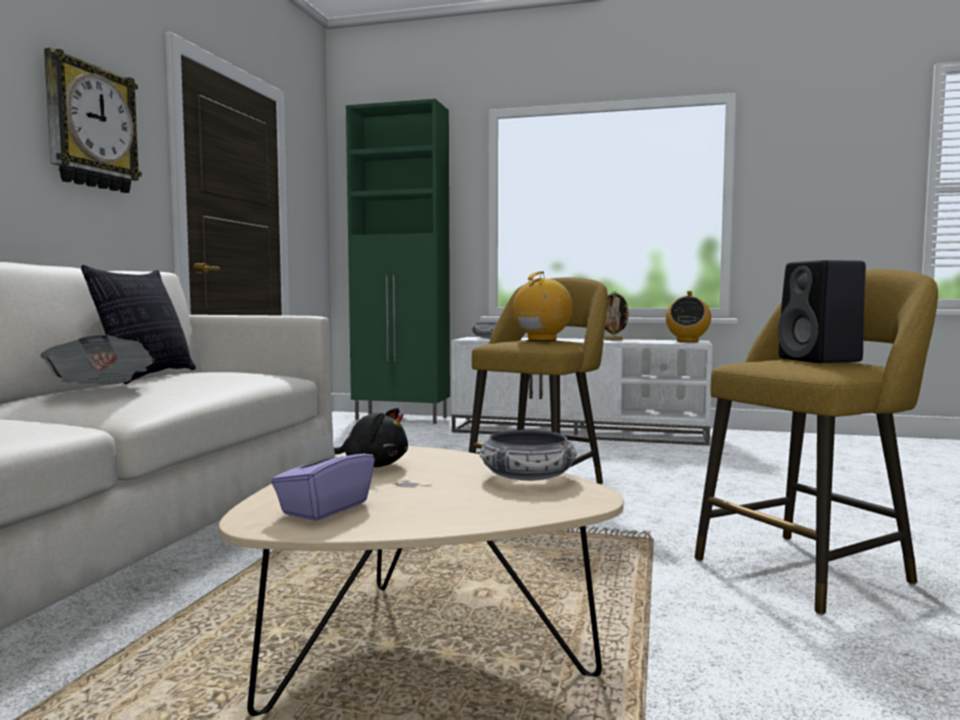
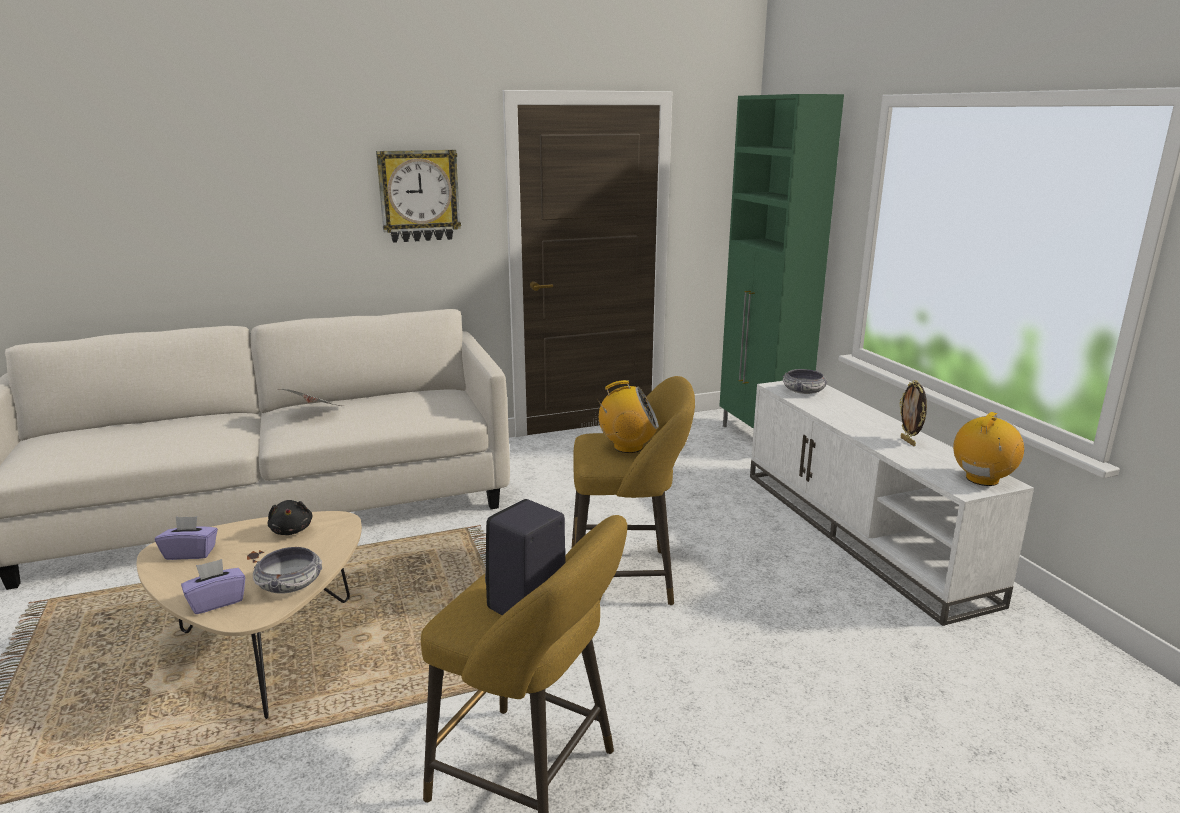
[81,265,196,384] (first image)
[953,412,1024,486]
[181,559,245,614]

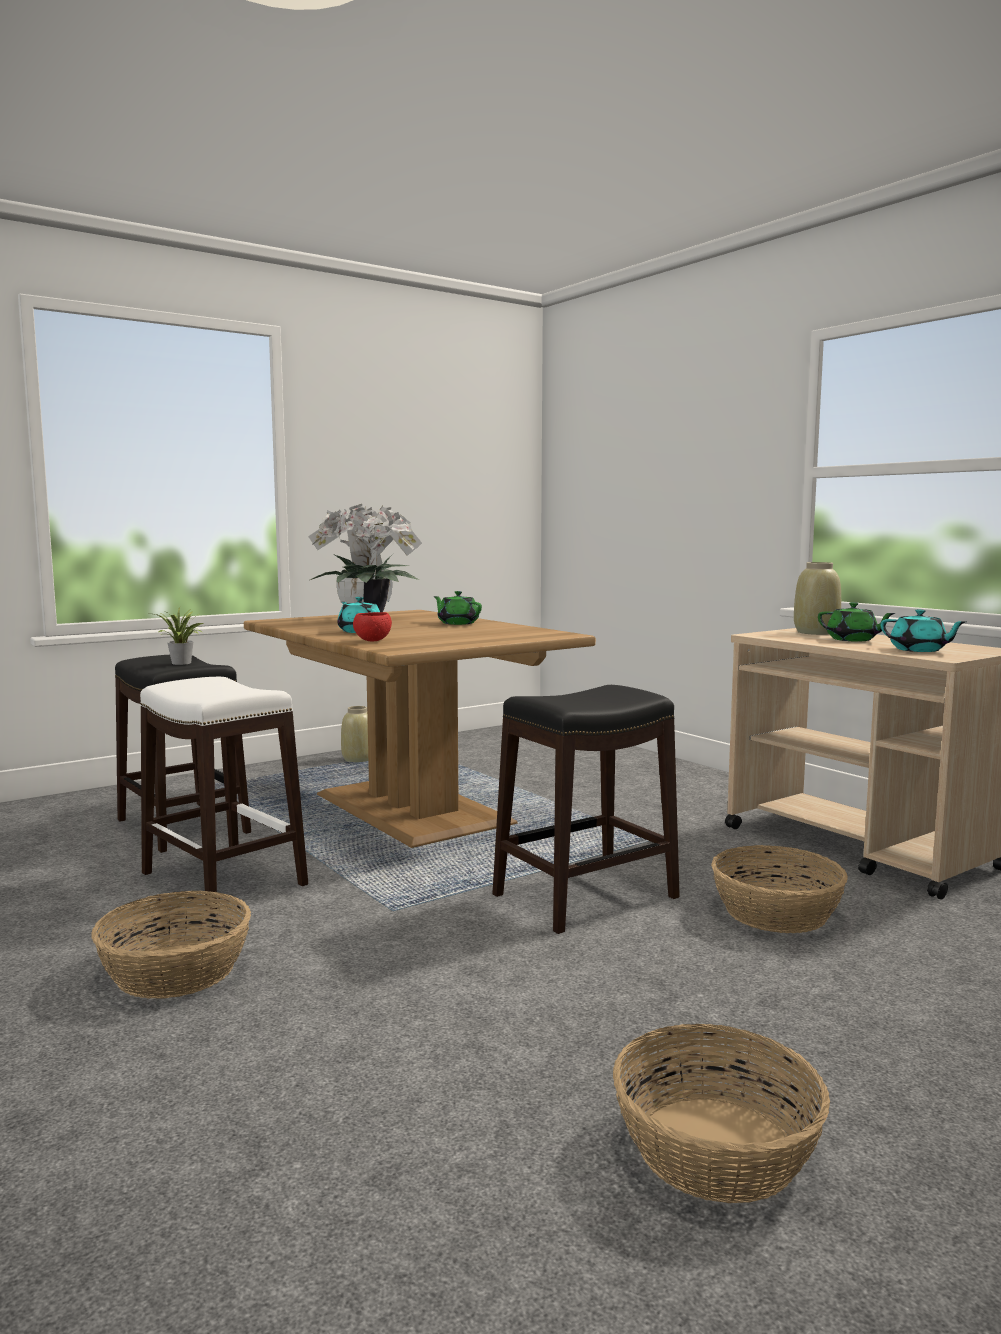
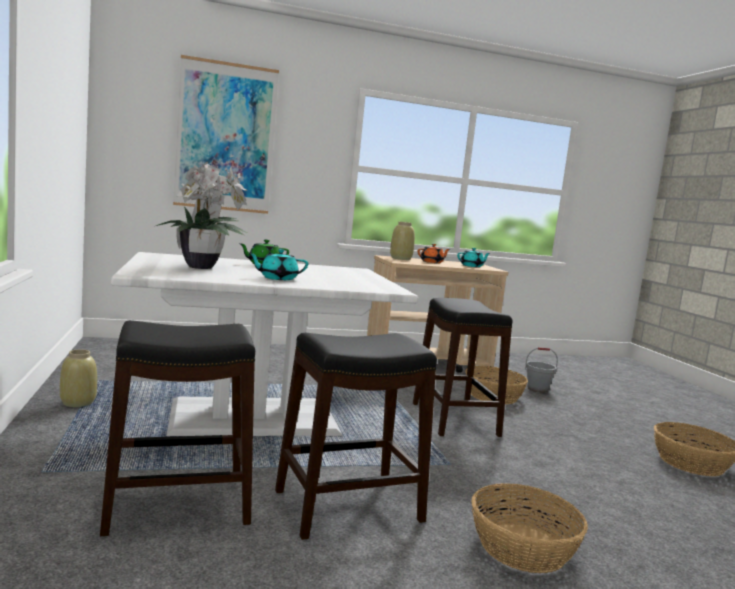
[417,244,450,263]
[155,607,204,665] (first image)
[111,252,418,436]
[353,612,392,641] (first image)
[275,333,437,540]
[173,55,279,214]
[525,347,558,393]

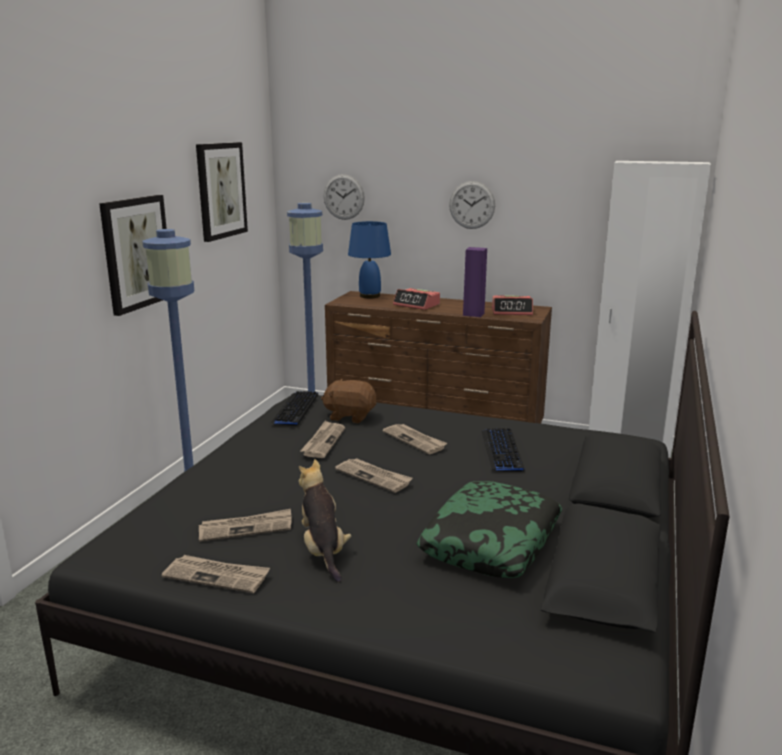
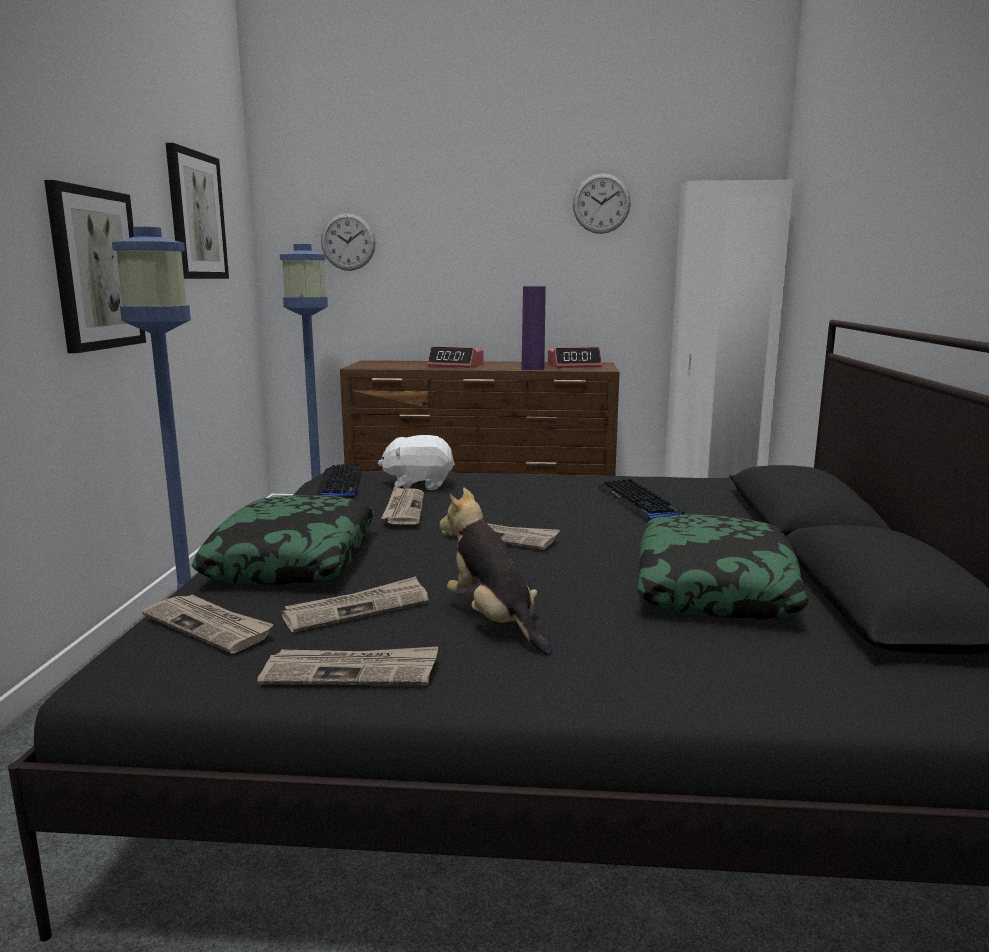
[573,173,631,234]
[348,221,391,299] (first image)
[378,435,455,490]
[142,594,274,653]
[191,495,374,585]

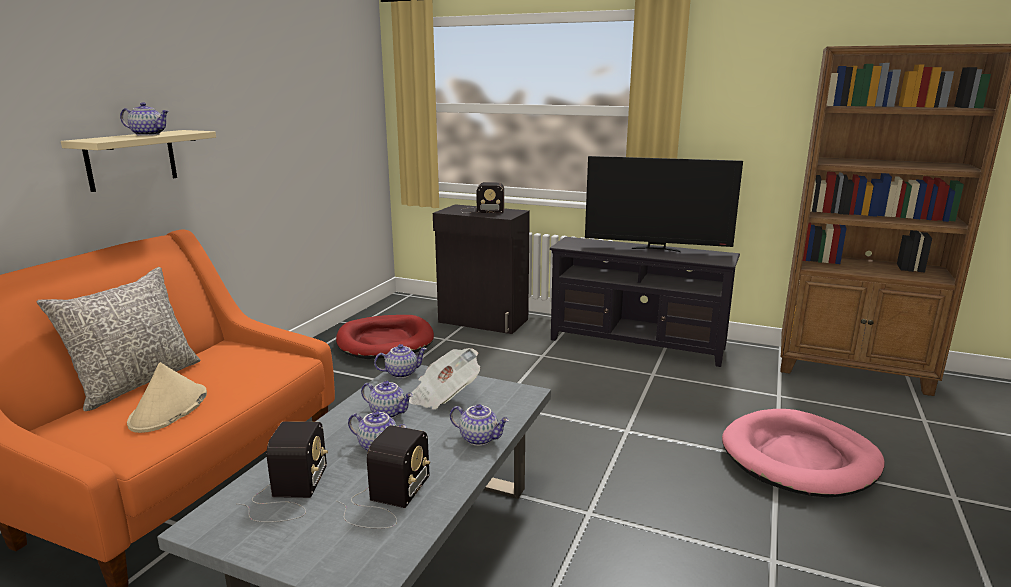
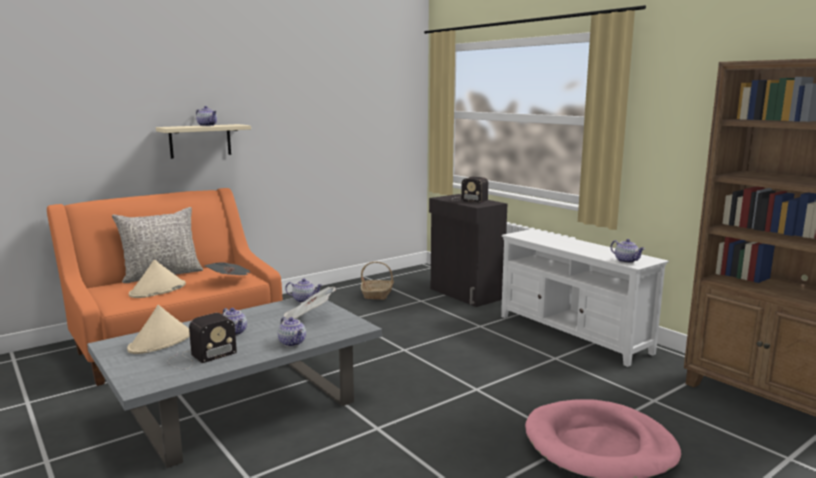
[585,156,743,252] (first image)
[501,229,669,367]
[361,262,394,300]
[611,239,645,263]
[127,305,190,354]
[204,263,250,275]

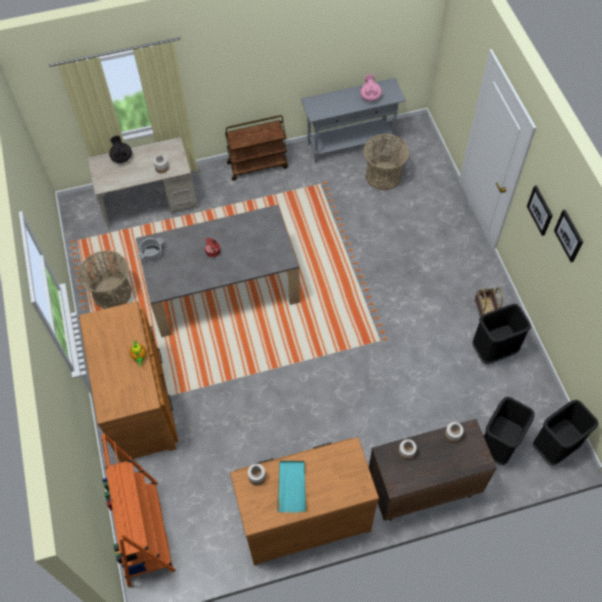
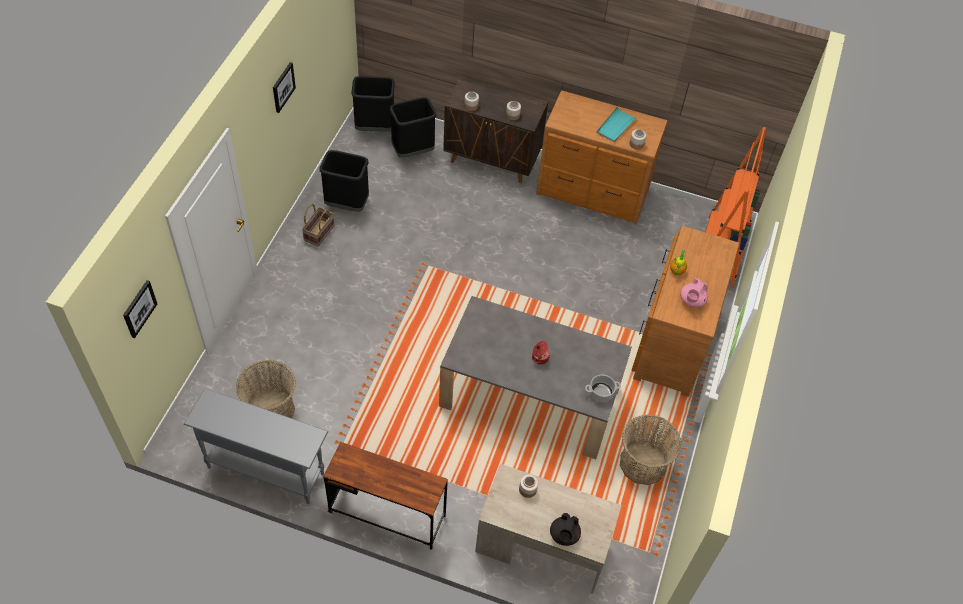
[680,278,708,307]
[323,442,448,550]
[123,280,158,338]

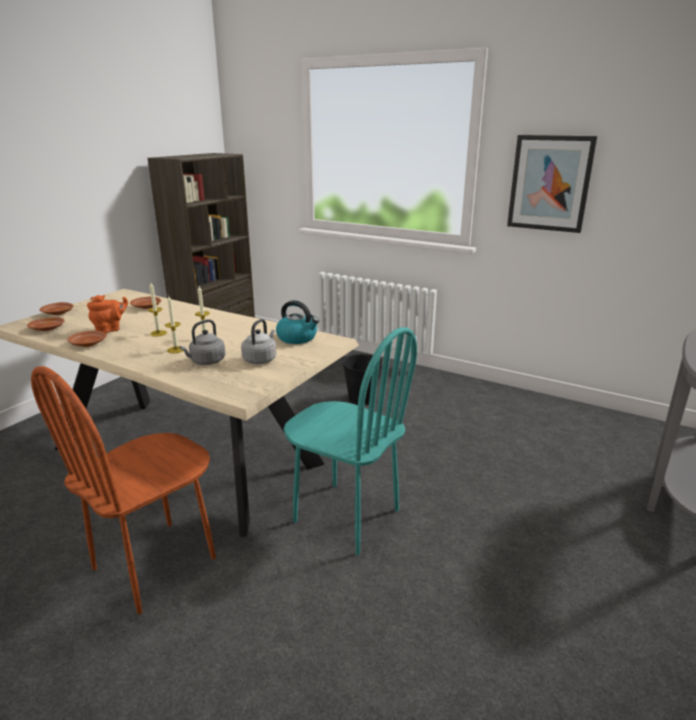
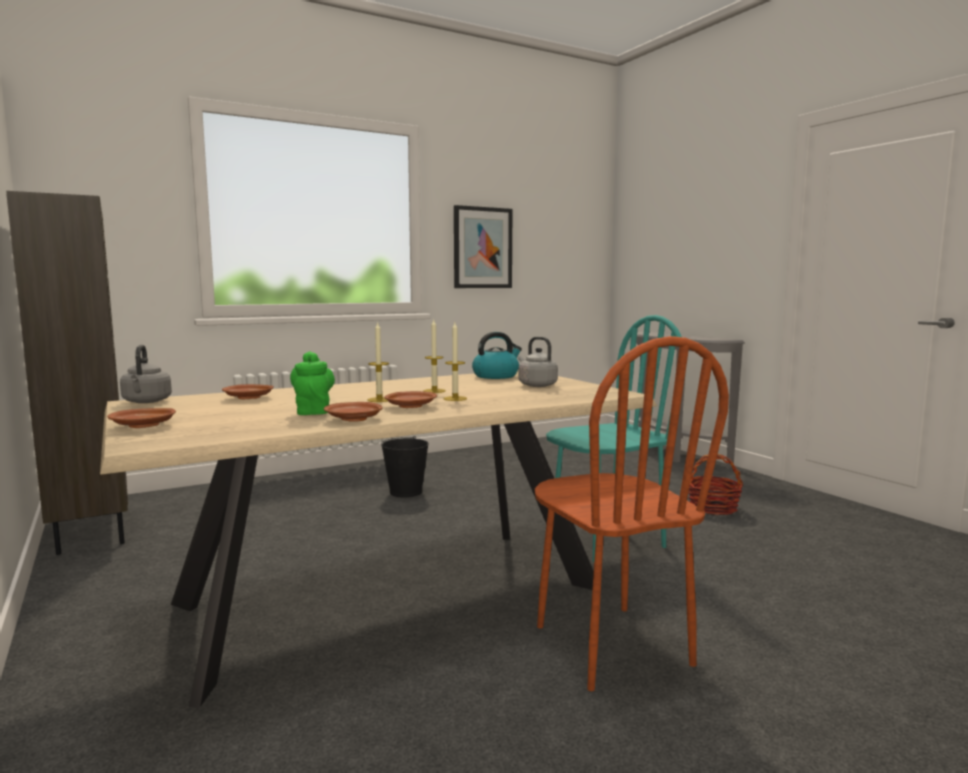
[290,351,335,415]
[384,391,437,408]
[120,345,172,403]
[688,454,744,515]

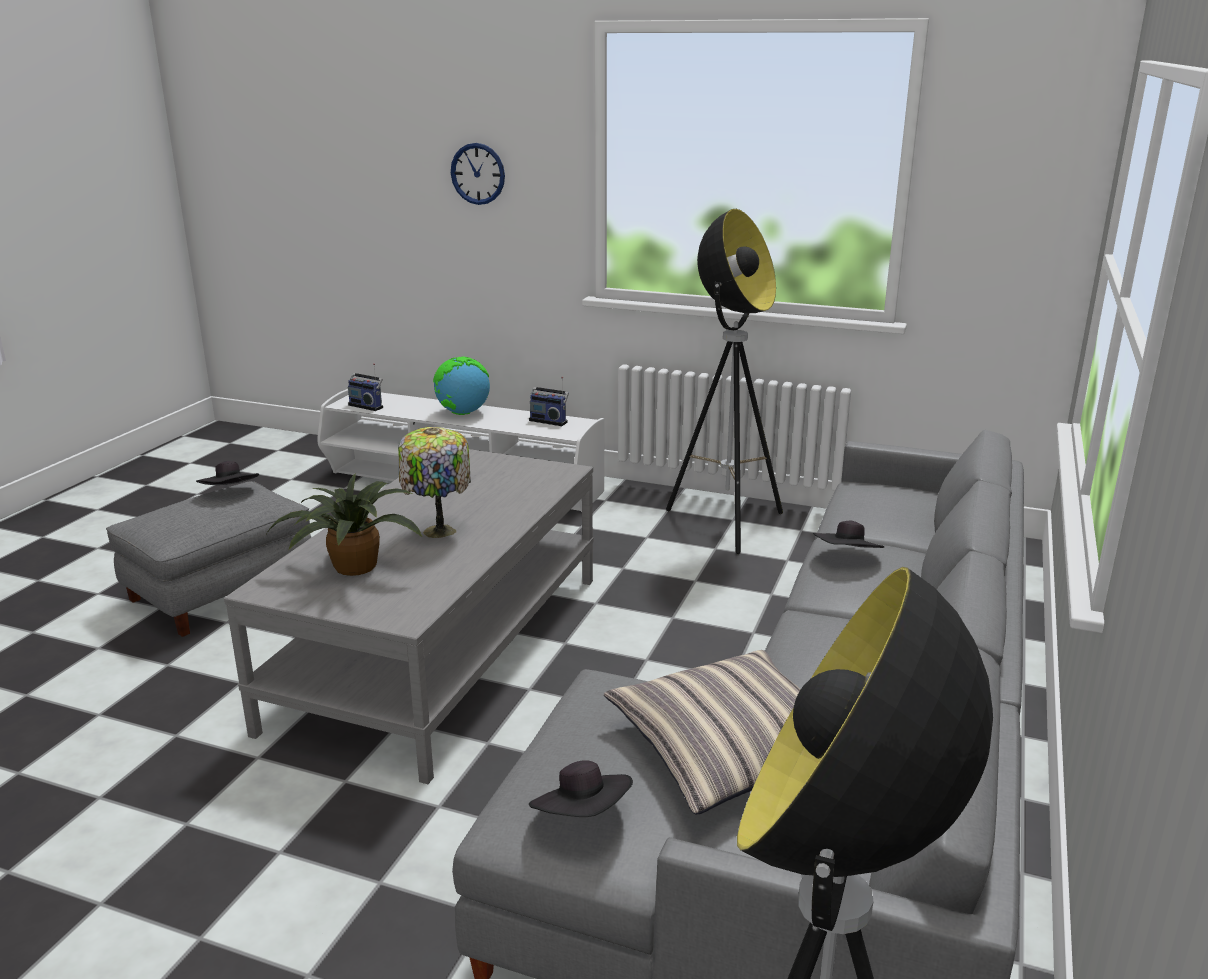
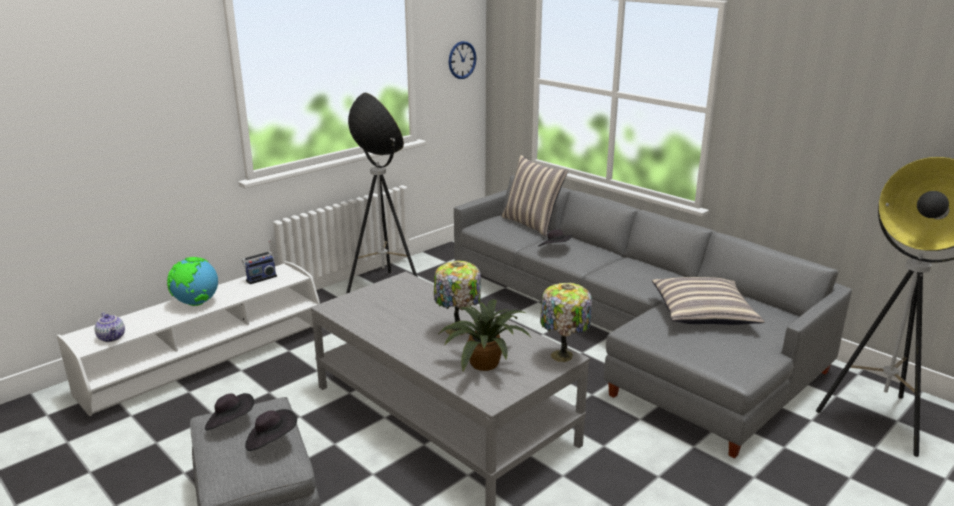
[449,41,477,79]
[95,312,125,342]
[245,409,297,451]
[501,155,568,237]
[540,283,592,362]

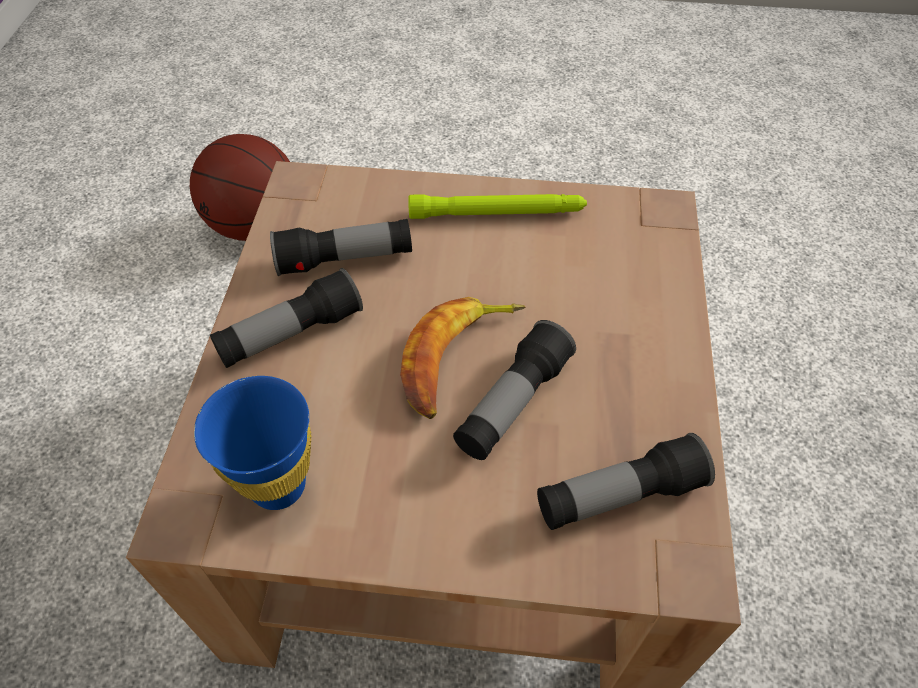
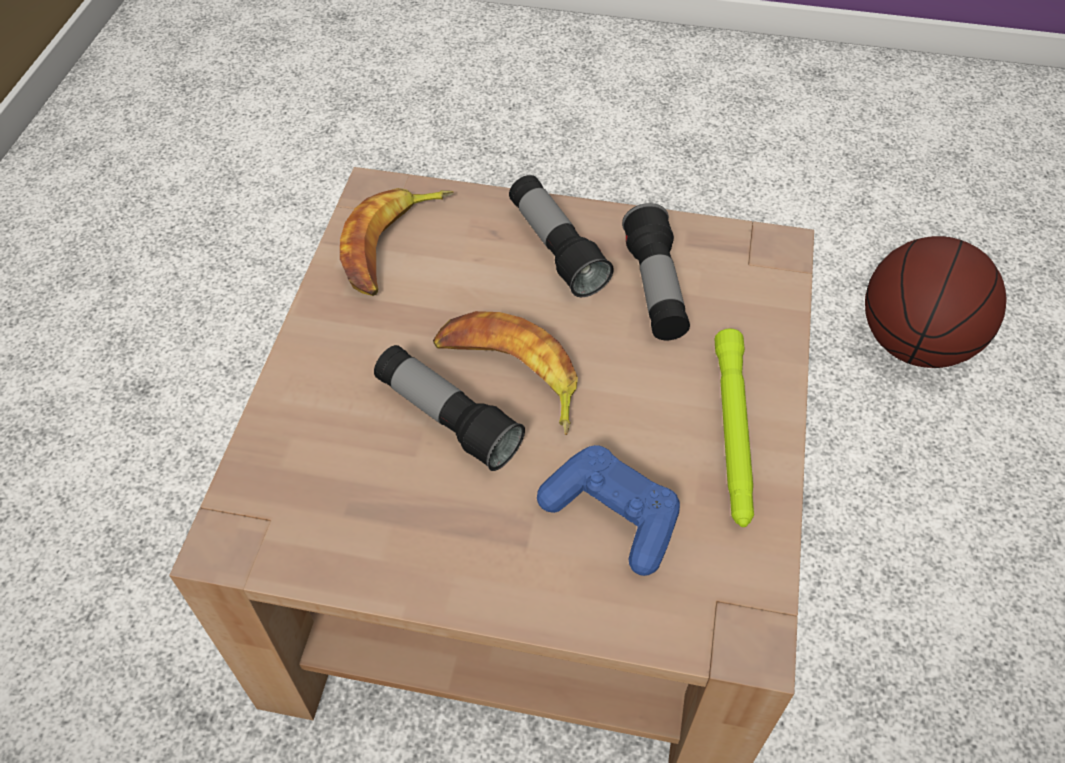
[340,188,454,296]
[537,433,715,530] (first image)
[537,445,680,576]

